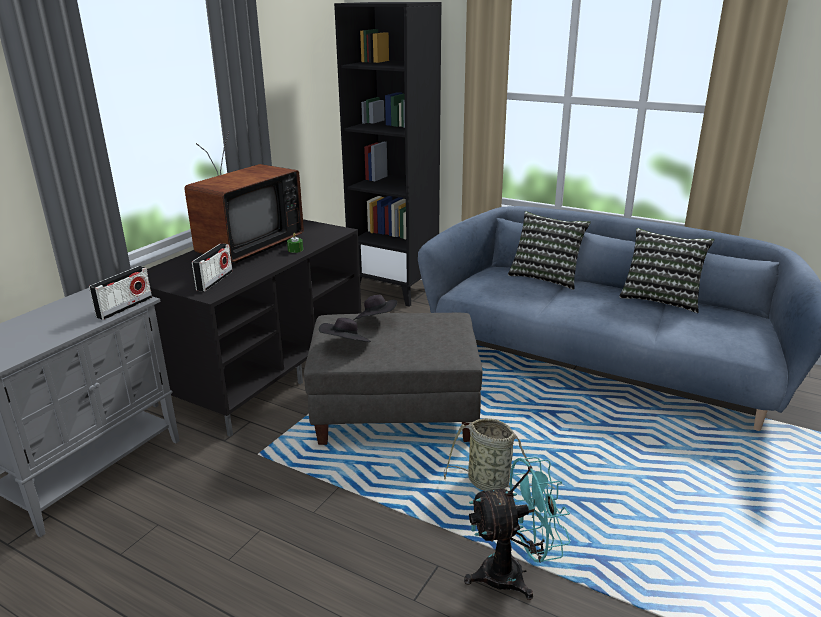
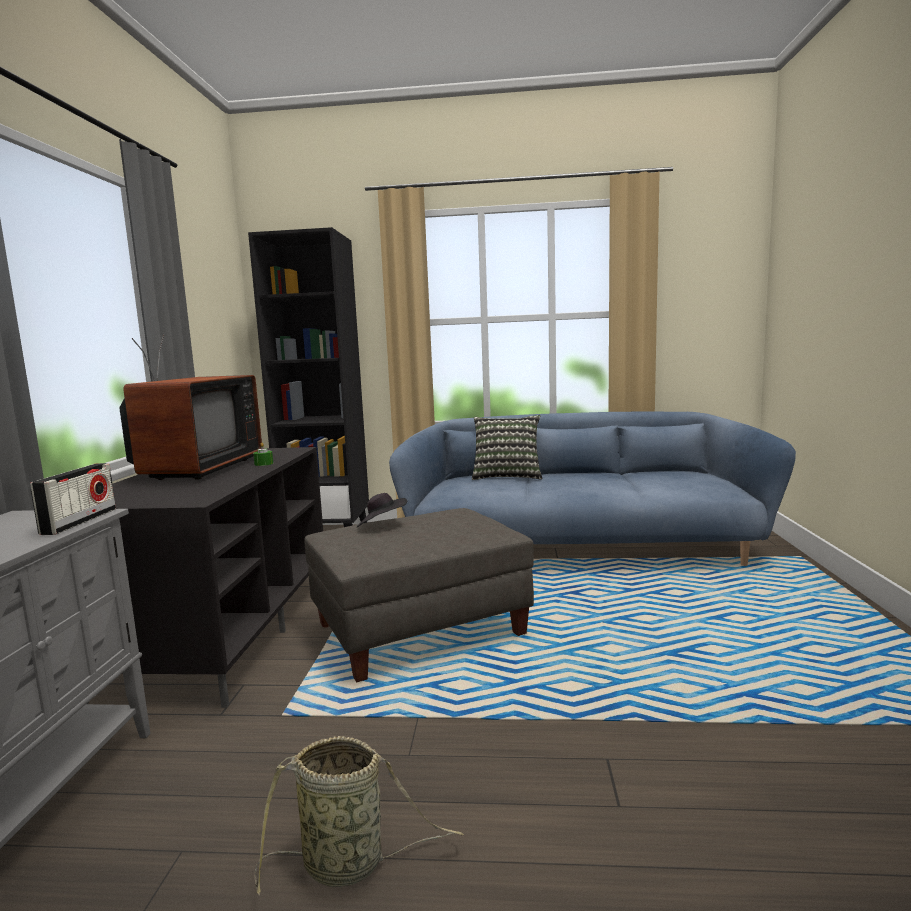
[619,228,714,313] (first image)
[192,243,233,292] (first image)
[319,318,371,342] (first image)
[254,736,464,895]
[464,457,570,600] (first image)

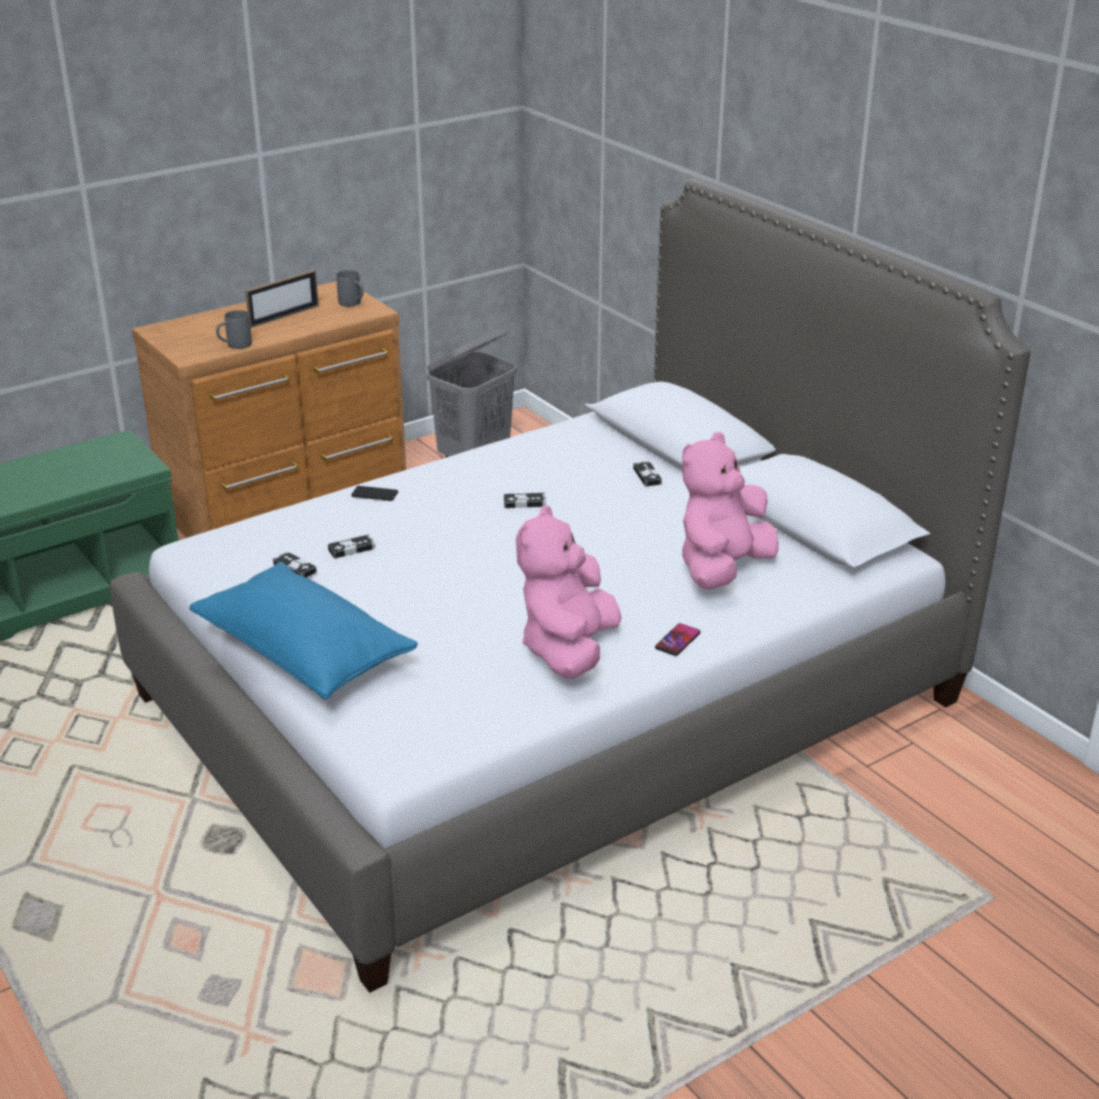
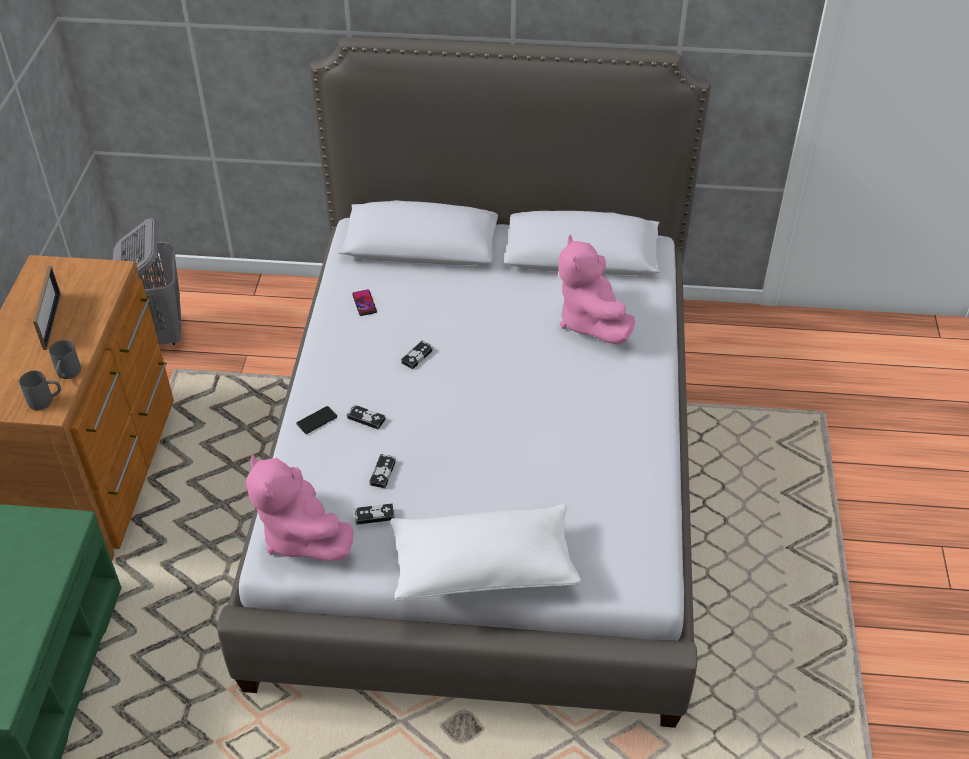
[19,371,61,410]
[347,405,386,429]
[246,454,354,561]
[391,504,581,601]
[352,290,377,316]

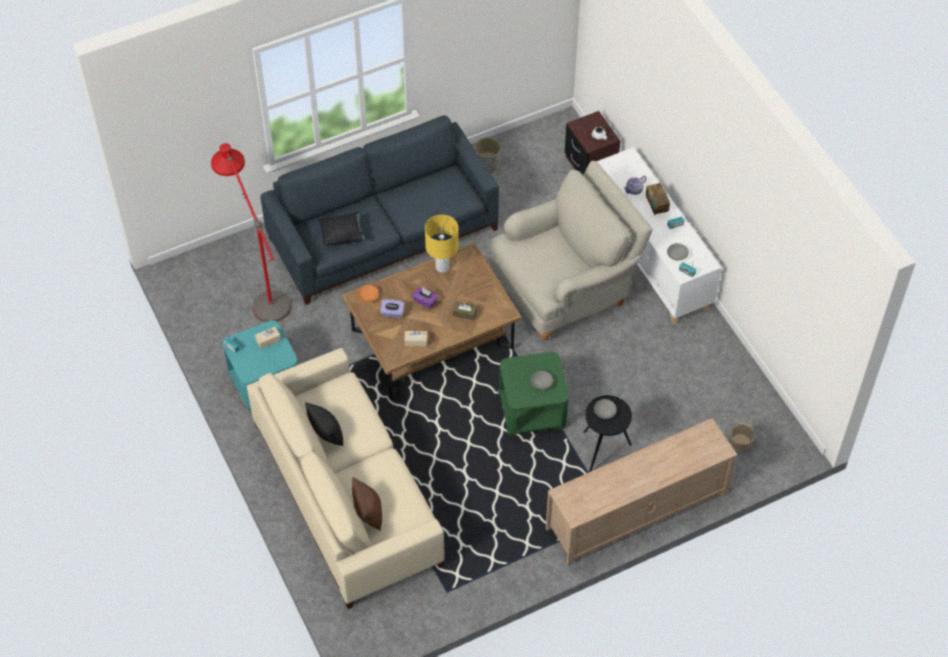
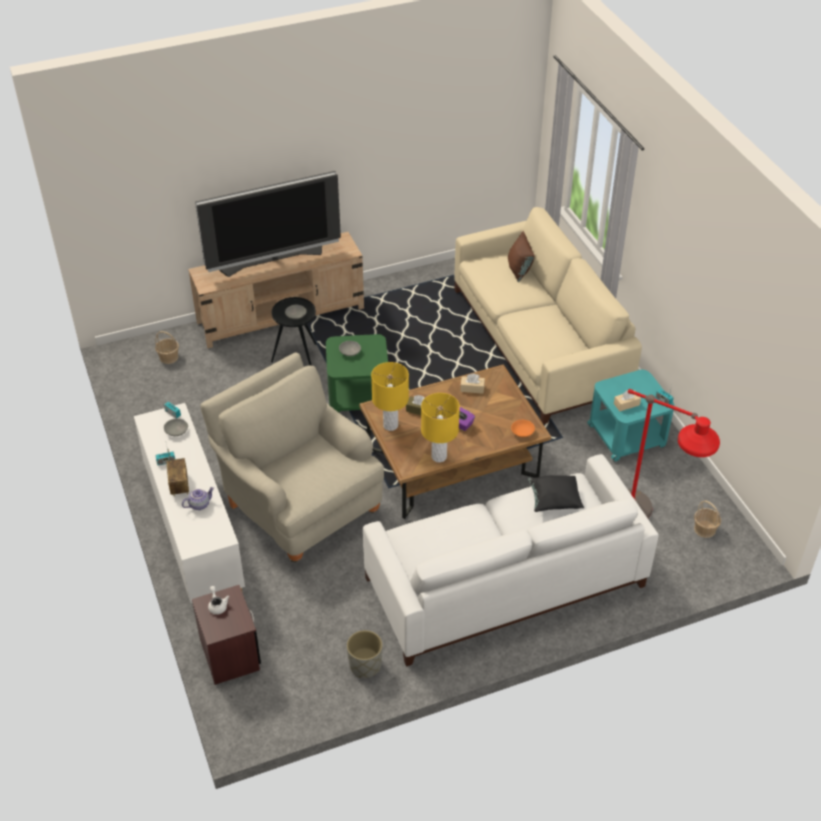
[363,454,659,667]
[200,352,384,562]
[380,299,405,318] (first image)
[305,402,344,446] (first image)
[195,171,341,277]
[371,362,409,431]
[694,500,721,538]

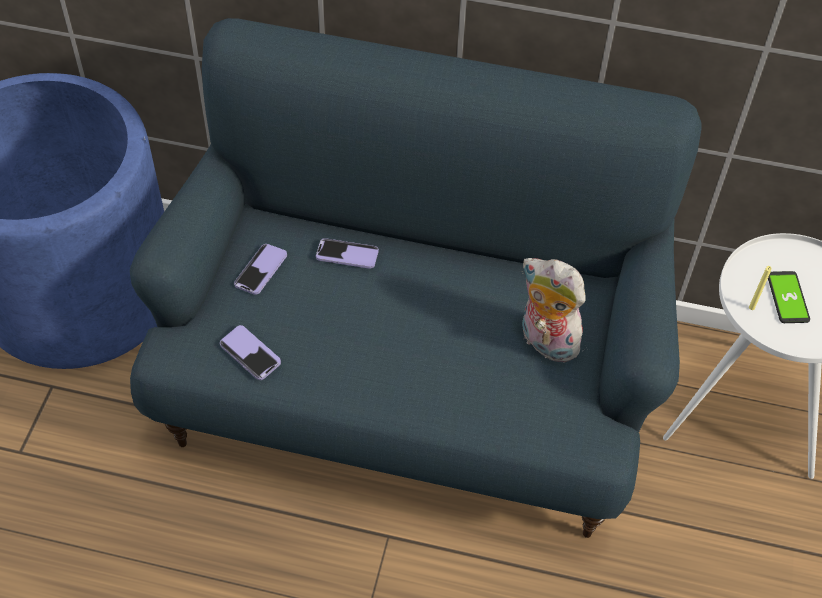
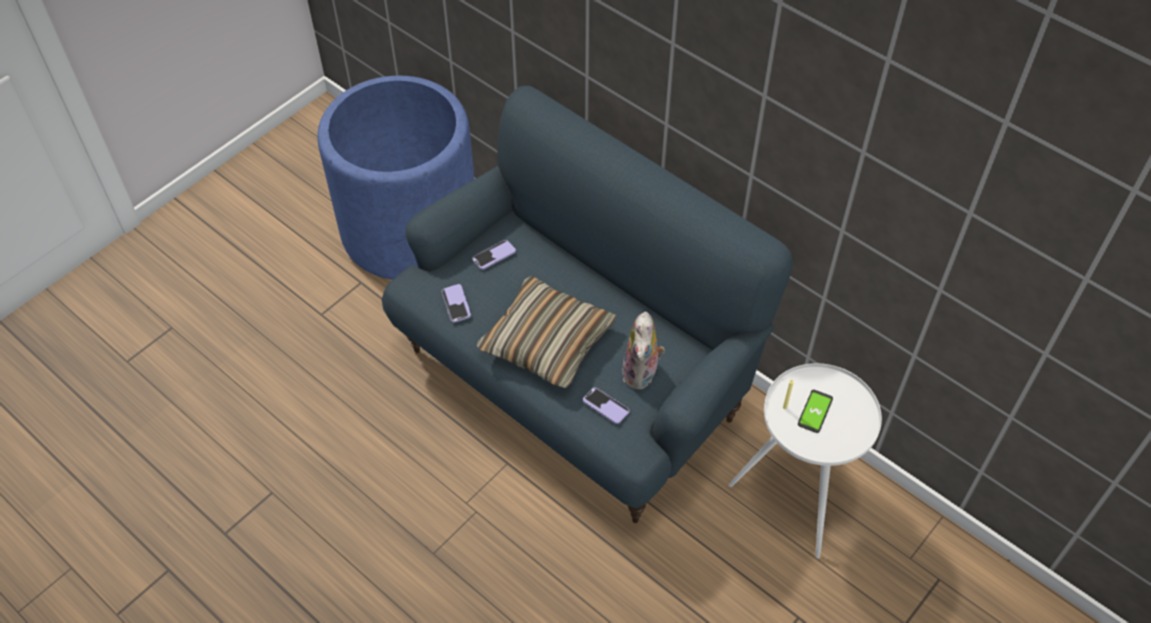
[583,387,630,424]
[622,312,665,390]
[477,276,617,388]

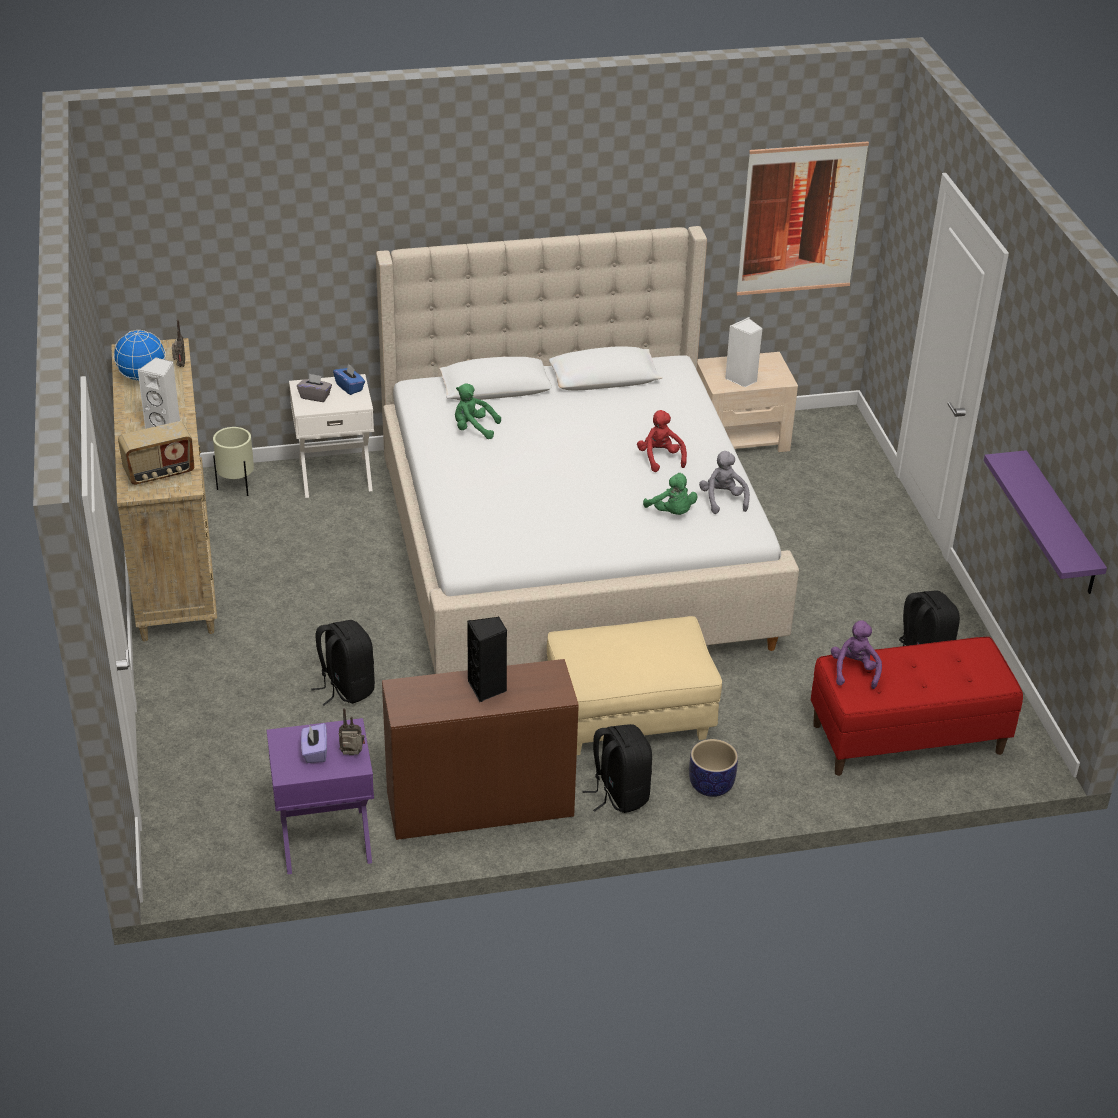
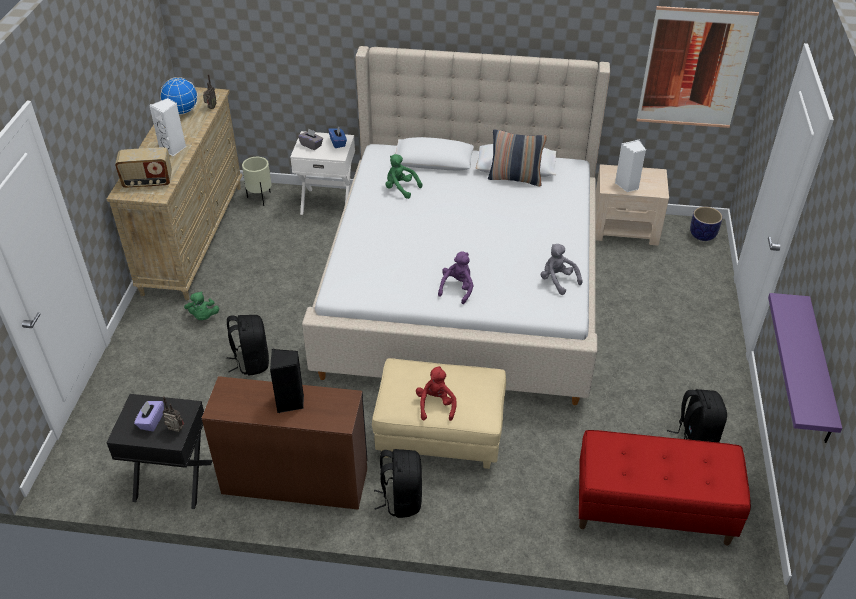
[416,366,456,421]
[541,244,583,295]
[184,291,219,320]
[438,251,474,304]
[106,394,213,509]
[690,207,723,241]
[488,129,547,186]

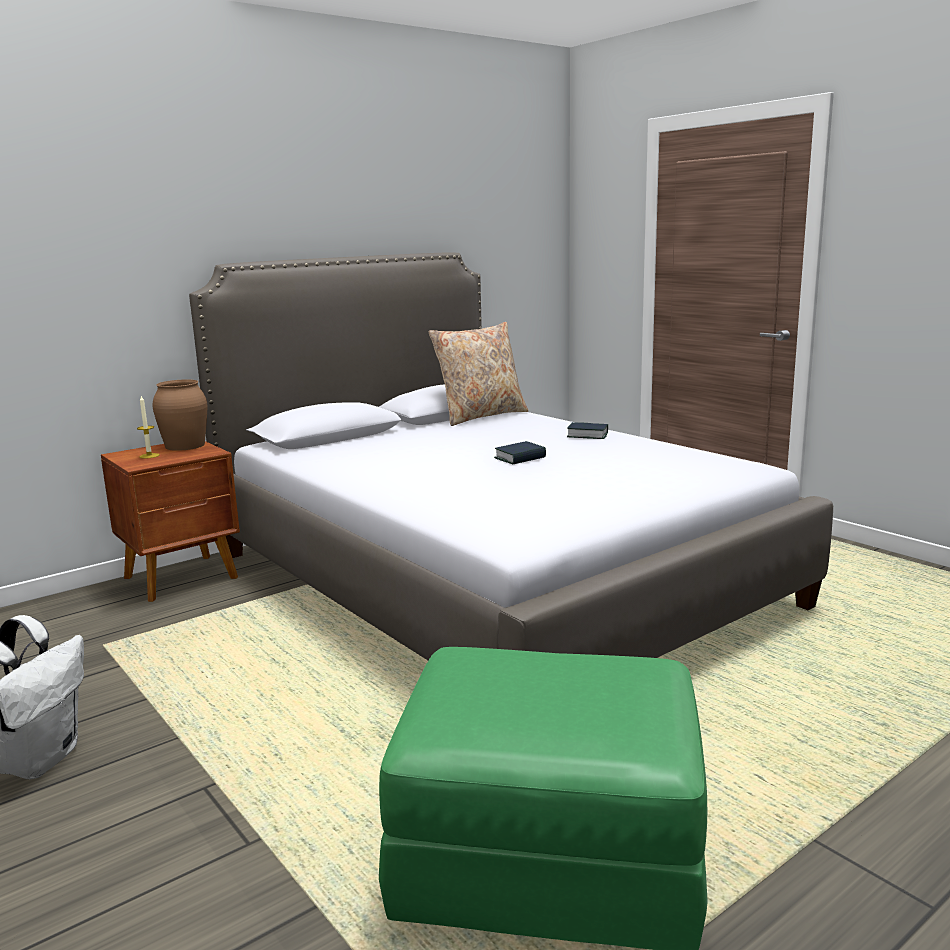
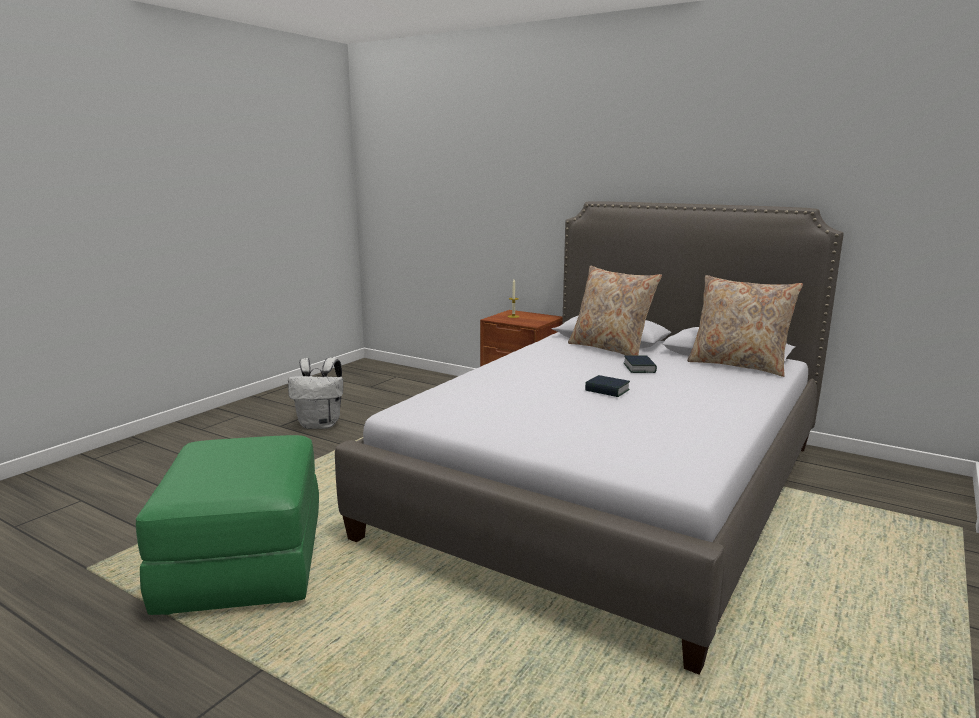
[153,379,207,451] (first image)
[624,356,657,373]
[568,266,662,356]

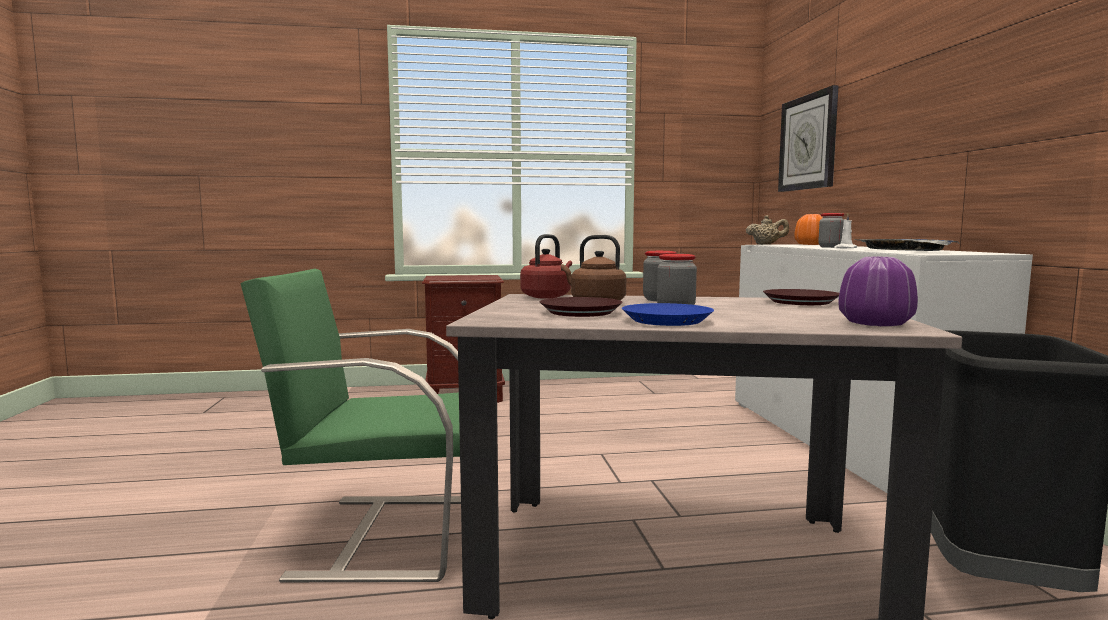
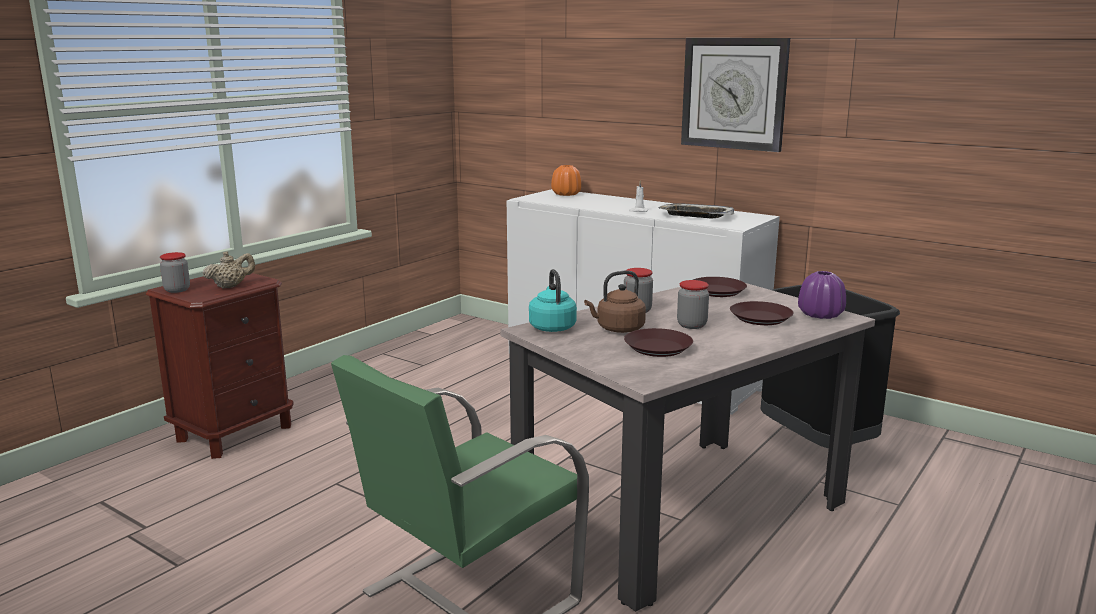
[681,38,790,152]
[160,252,190,293]
[203,251,255,289]
[529,269,577,332]
[622,303,714,326] (first image)
[730,301,794,325]

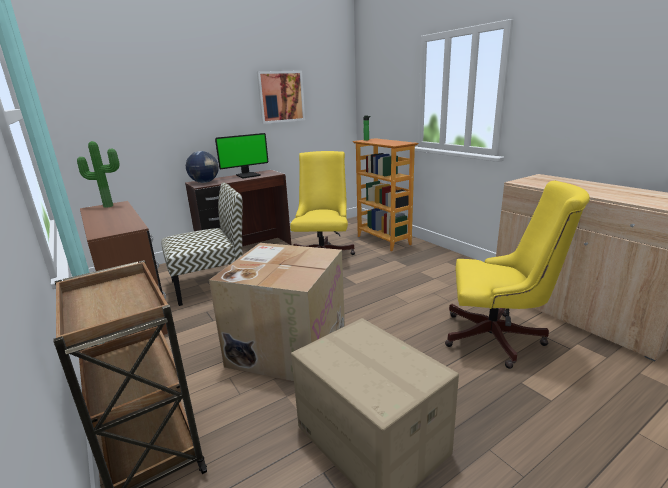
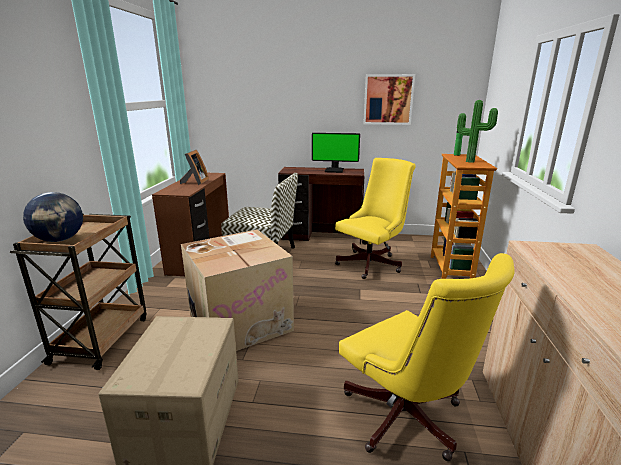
[457,100,498,163]
[23,192,83,242]
[180,150,209,185]

